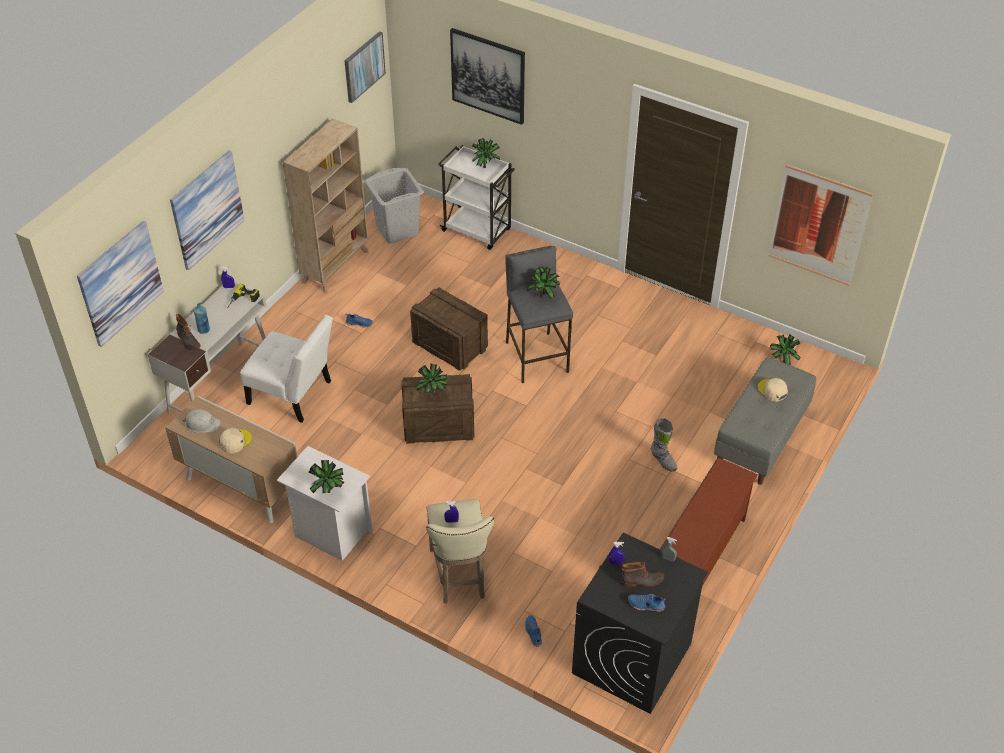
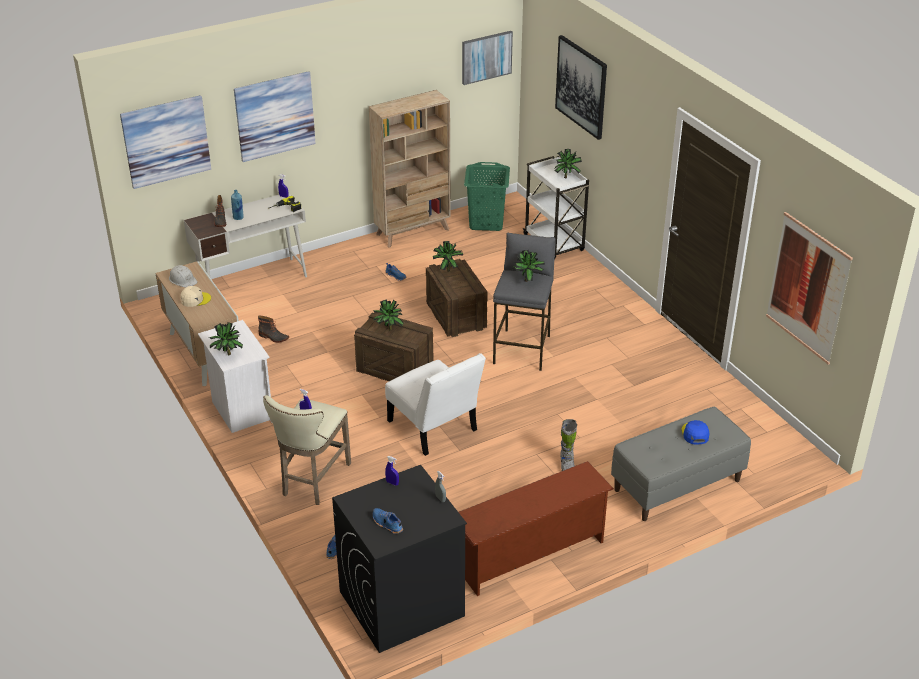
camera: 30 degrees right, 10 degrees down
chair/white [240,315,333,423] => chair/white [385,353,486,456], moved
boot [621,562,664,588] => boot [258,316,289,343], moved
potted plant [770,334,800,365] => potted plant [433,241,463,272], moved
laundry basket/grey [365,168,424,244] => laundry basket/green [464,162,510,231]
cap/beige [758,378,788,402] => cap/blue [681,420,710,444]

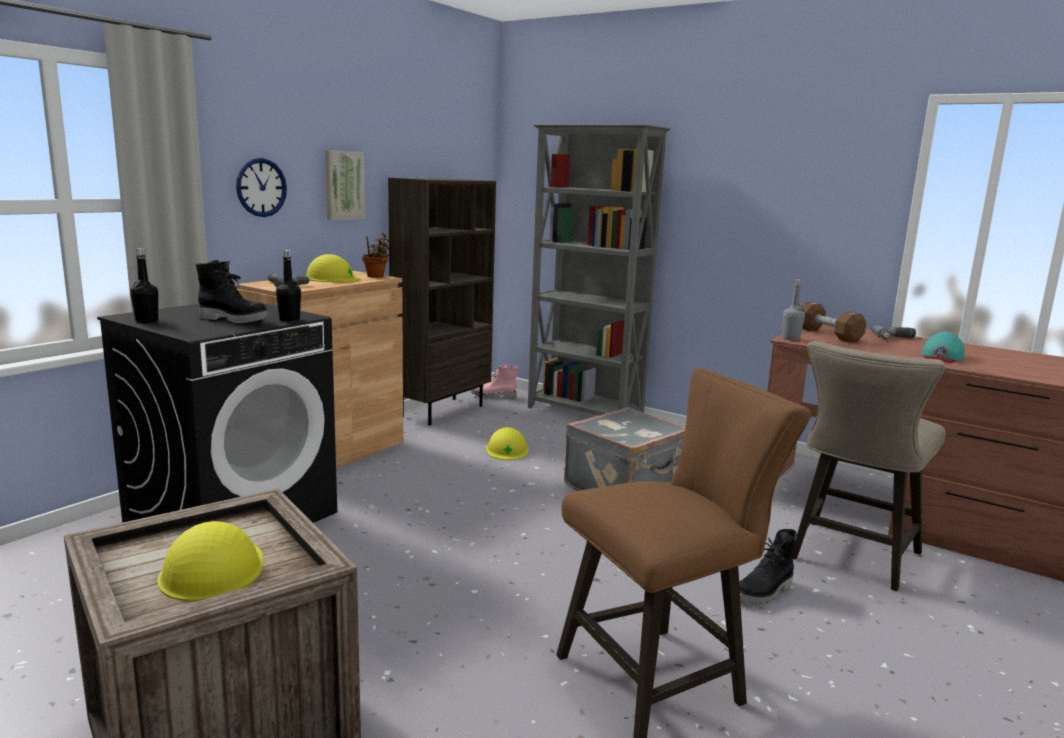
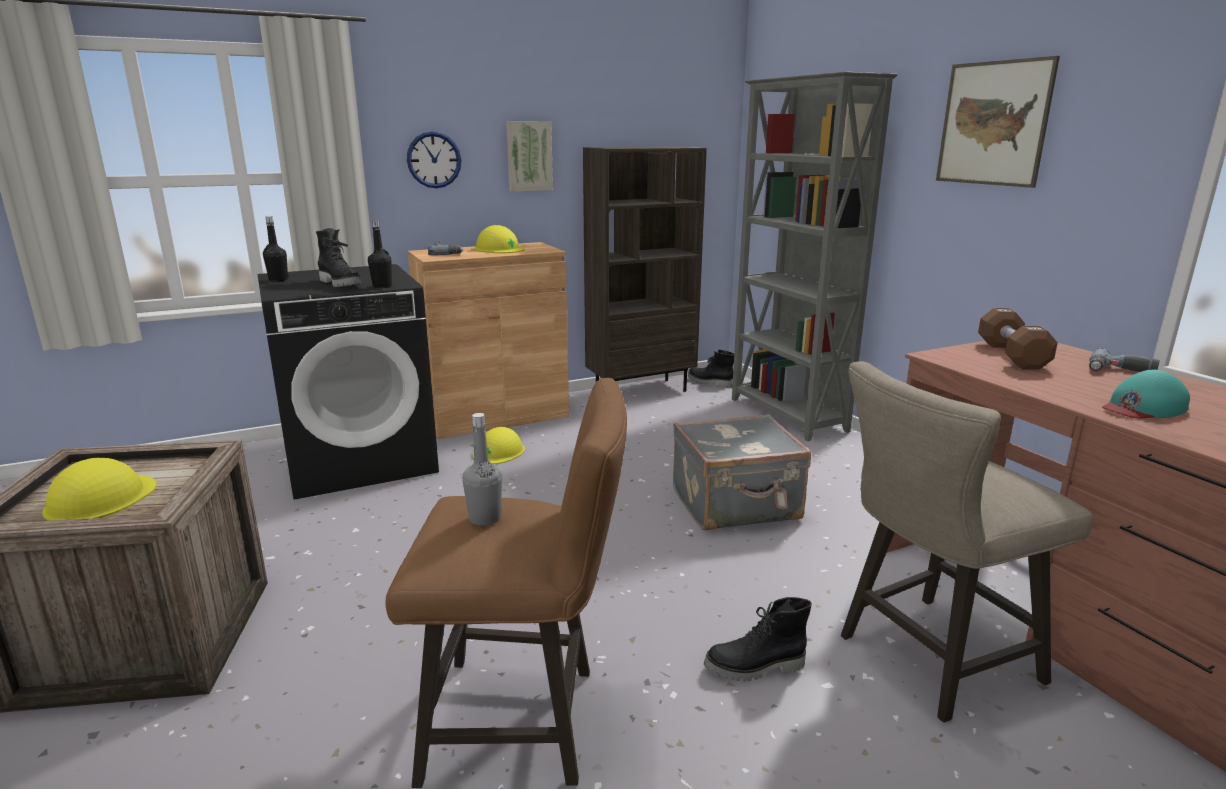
camera: 30 degrees right, 5 degrees up
potted plant [362,233,390,278] => nothing
nothing => picture [936,56,1060,188]
hard hat/yellow [486,427,529,460] => hard hat/yellow [473,427,525,464], moved
bottle/grey [782,279,805,341] => bottle/grey [462,413,502,526], moved
boot/pink [470,364,518,399] => boot/black [688,350,734,388]

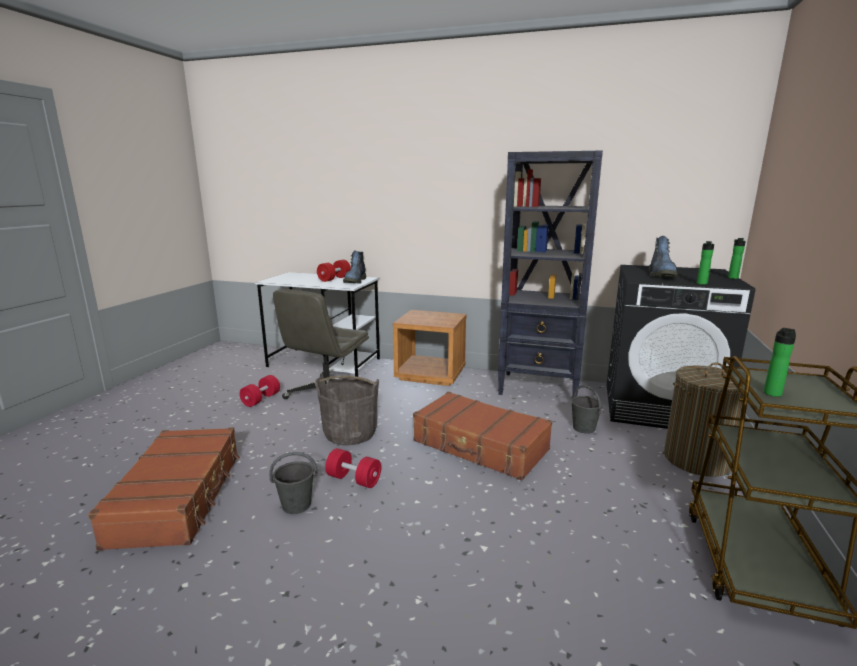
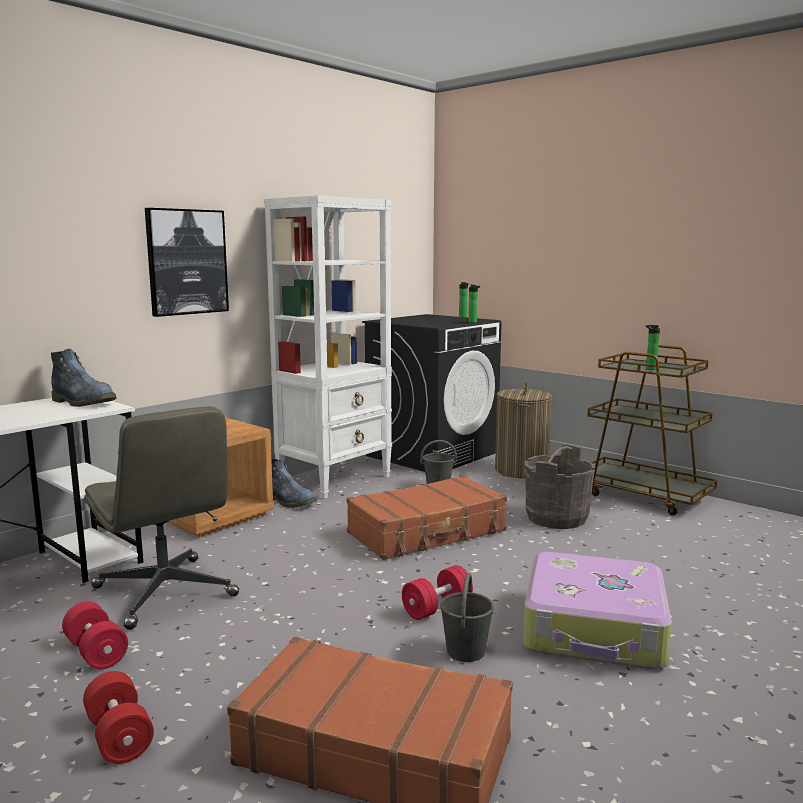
camera: 65 degrees left, 5 degrees down
nothing => picture [145,208,229,317]
nothing => suitcase [523,552,672,669]
bucket/grey [315,375,379,446] => bucket/grey [525,445,595,529], moved
dumbbell/red [317,260,351,282] => dumbbell/red [83,671,154,764], moved
boot [649,236,678,278] => boot [271,459,317,508], moved
bookcase/black [498,150,603,398] => bookcase/white [265,195,392,499]

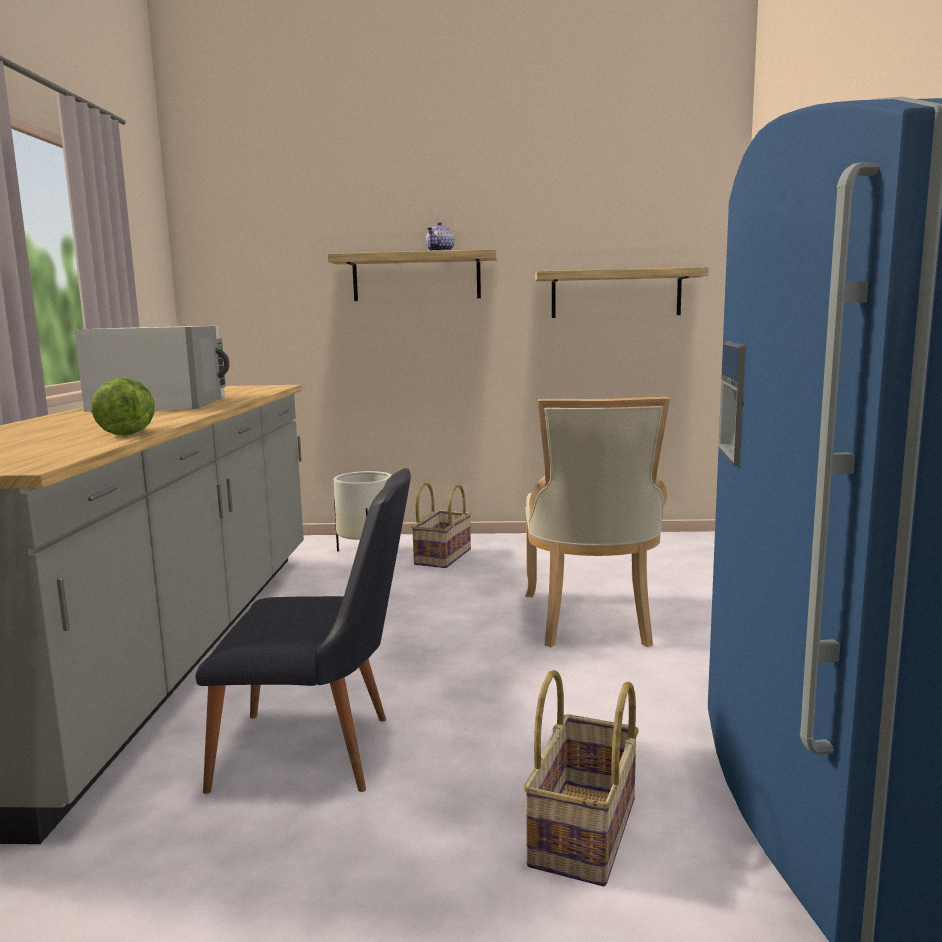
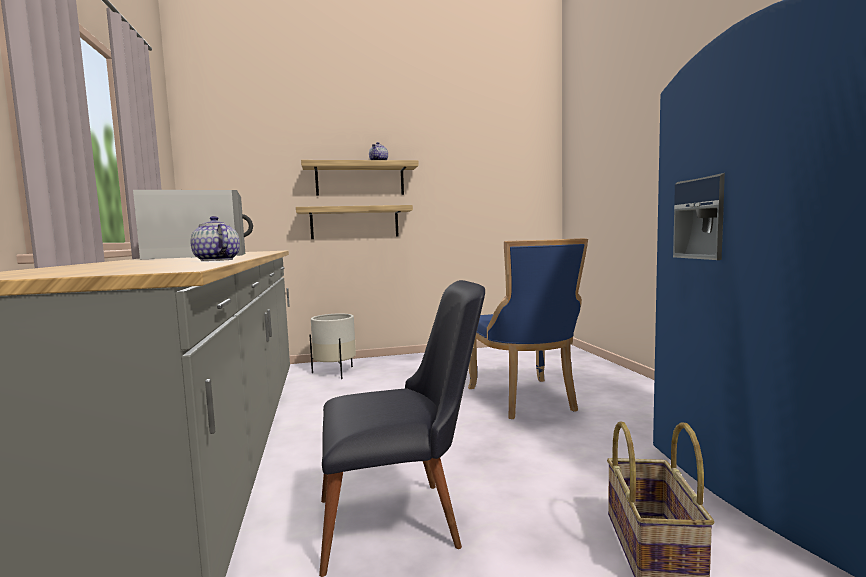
camera: 15 degrees left, 5 degrees down
basket [411,482,471,568] => nothing
shelf [535,267,709,318] => shelf [296,205,413,239], moved
lettuce [91,378,155,435] => teapot [191,216,240,261]
chair/beige [525,397,669,647] => chair/blue [468,238,588,419]

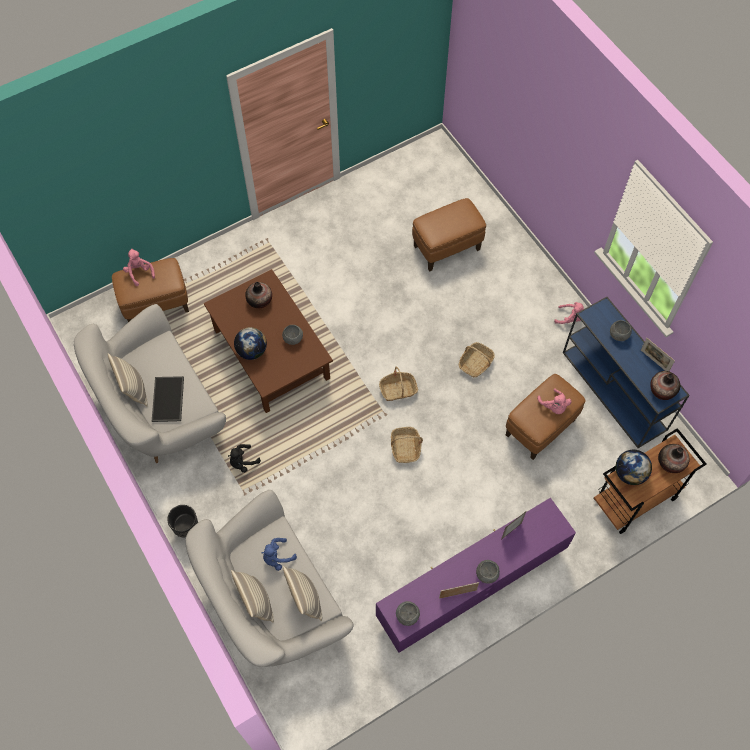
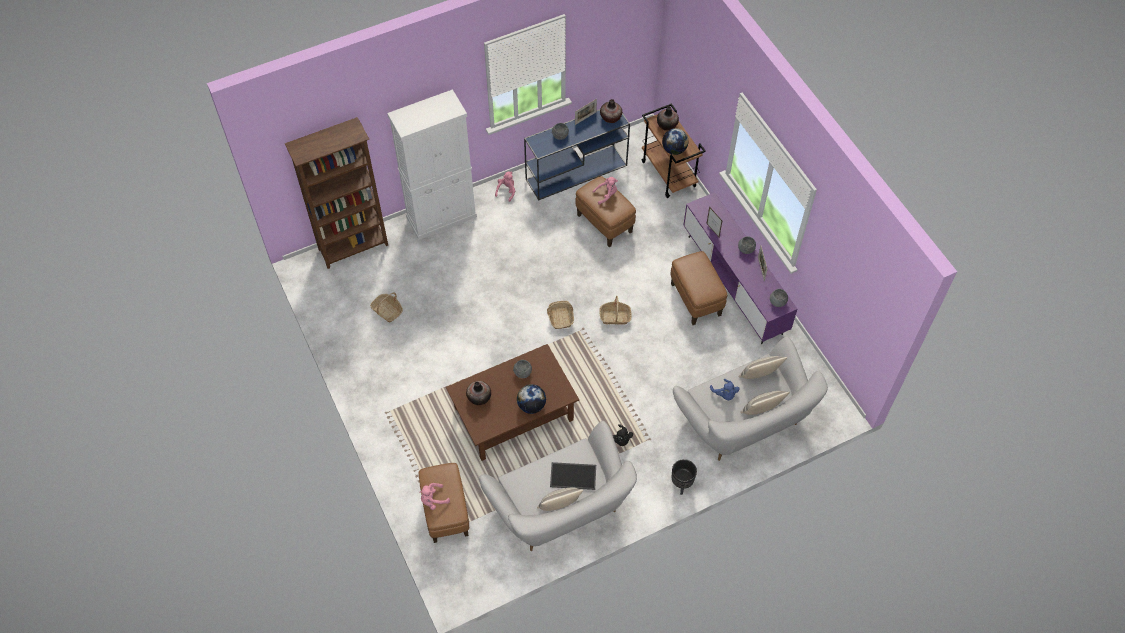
camera: 85 degrees left, 5 degrees down
nothing => bookcase/brown [285,117,388,269]
nothing => cabinet/white [387,89,477,240]
ottoman/brown [412,198,486,271] => ottoman/brown [671,251,727,325], moved
basket [459,342,495,377] => basket [370,292,403,322], moved

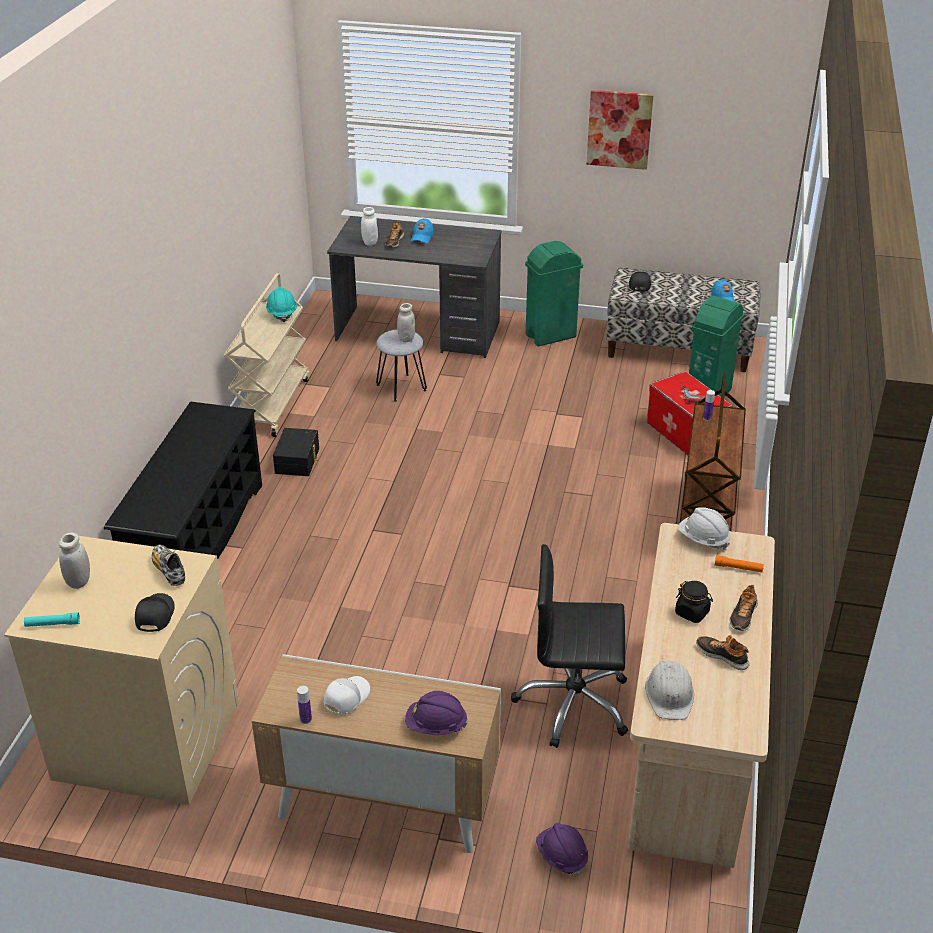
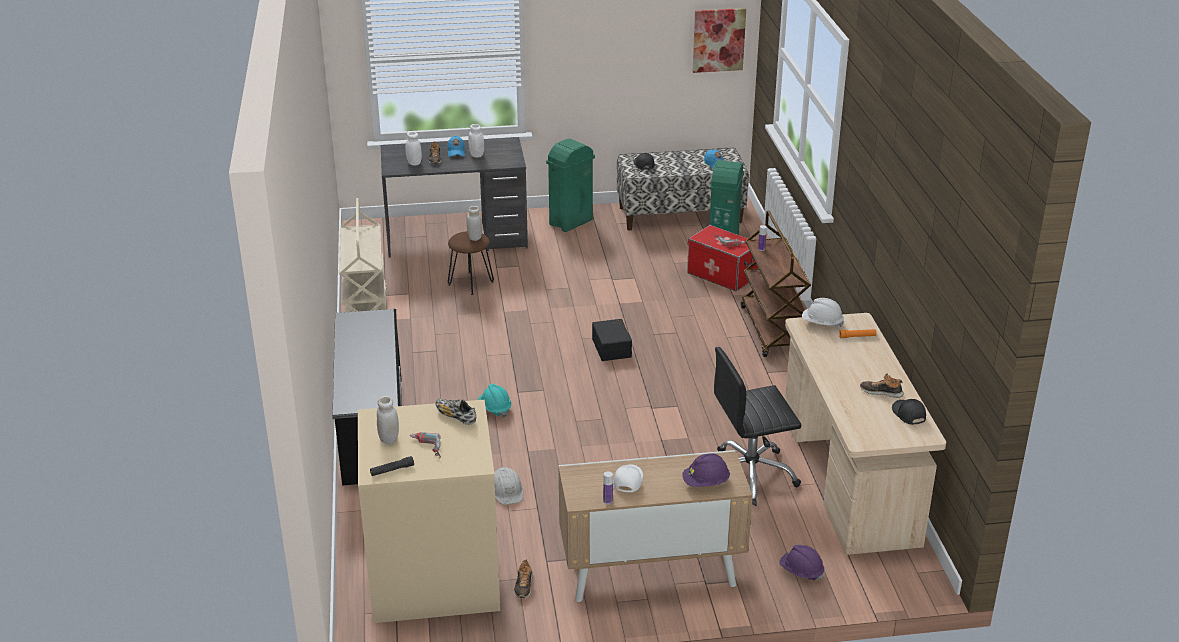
camera: 20 degrees left, 5 degrees down
jar/black [675,581,713,623] => nothing
nothing => power drill [410,432,441,458]
nothing => jar/white [469,124,484,158]
cap/black [135,593,175,632] => cap/black [892,399,926,425], moved
hard hat/turquoise [266,287,297,322] => hard hat/turquoise [478,384,511,417], moved
storage box/black [273,428,319,476] => storage box/black [592,319,632,361], moved
picture [586,90,654,170] => picture [693,8,746,73], moved
hard hat/white [645,660,694,720] => hard hat/white [494,467,523,505], moved
shoe [730,585,758,631] => shoe [514,559,533,598], moved
flashlight/turquoise [24,612,80,627] => flashlight/black [370,456,414,476]
stool/grey [376,329,427,402] => stool/brown [448,231,494,295]

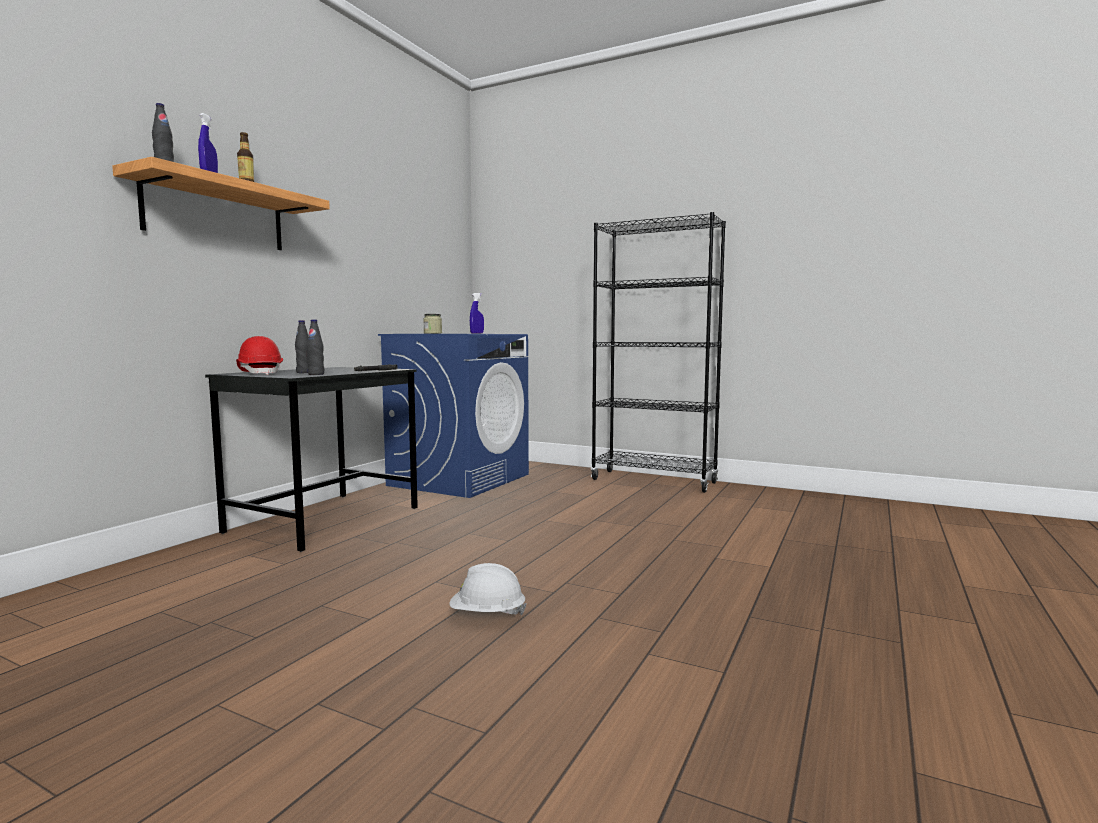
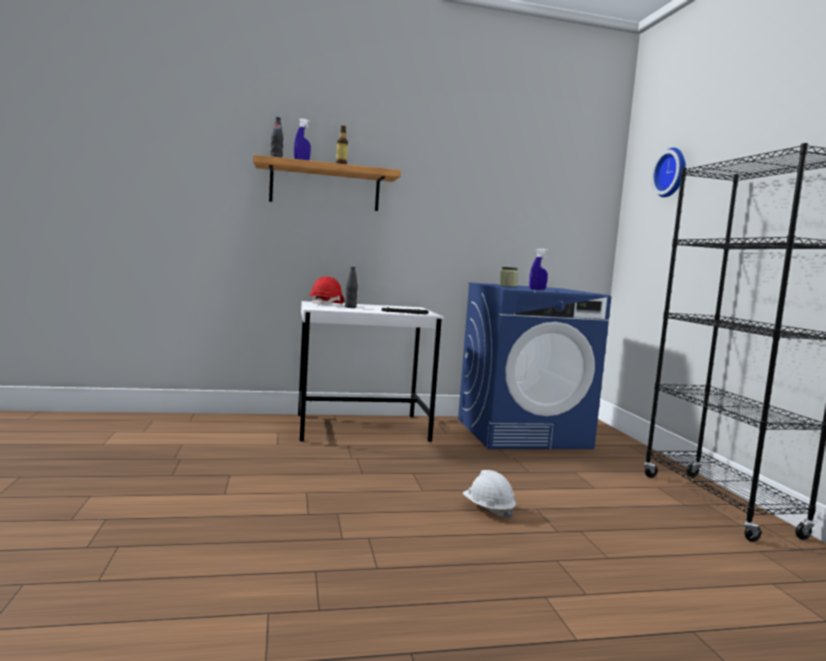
camera: 50 degrees right, 0 degrees up
bottle/black [307,319,324,375] => nothing
nothing => wall clock [651,148,686,197]
hard hat/white [449,563,527,615] => hard hat/white [463,470,516,520], moved
desk/black [205,367,418,552] => desk/white [298,301,444,442]

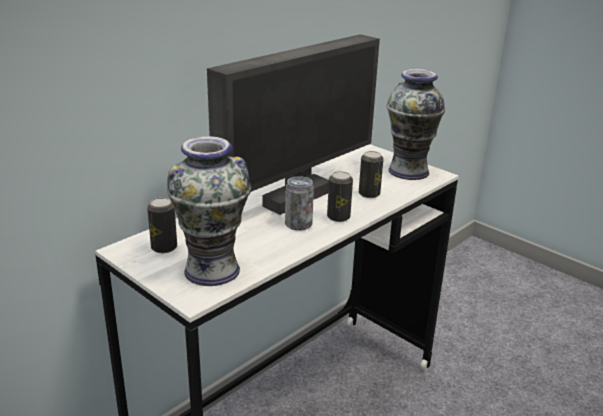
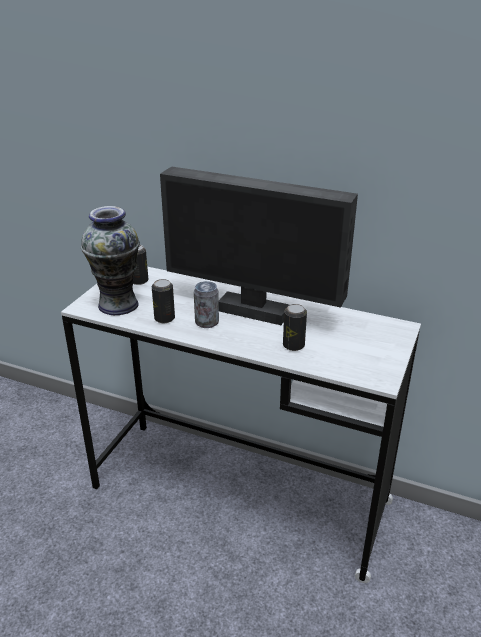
camera: 70 degrees right, 5 degrees up
vase [387,69,445,180] => nothing
can [327,171,353,222] => can [152,279,175,323], moved

